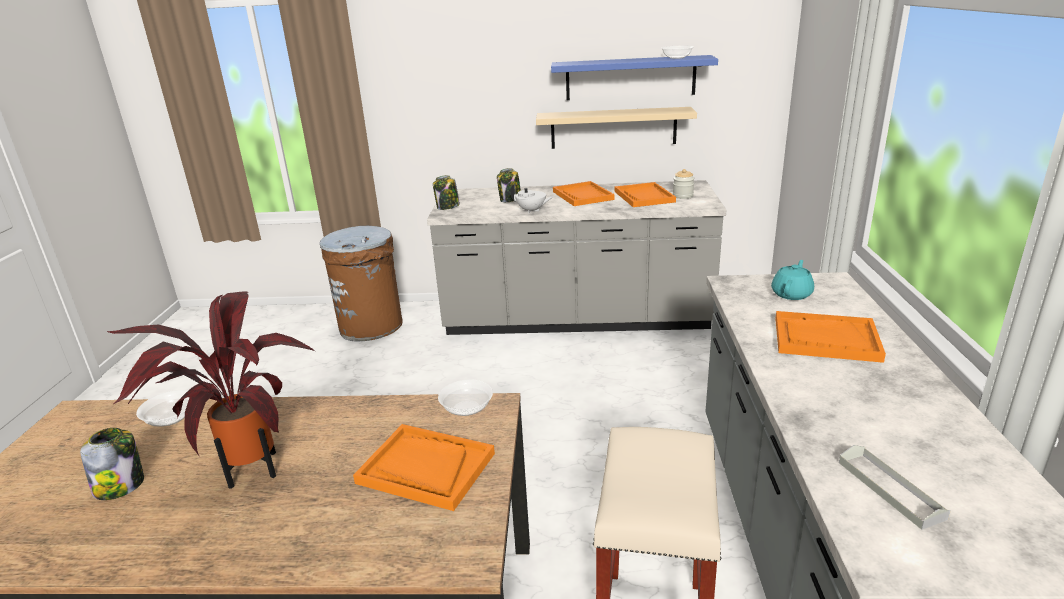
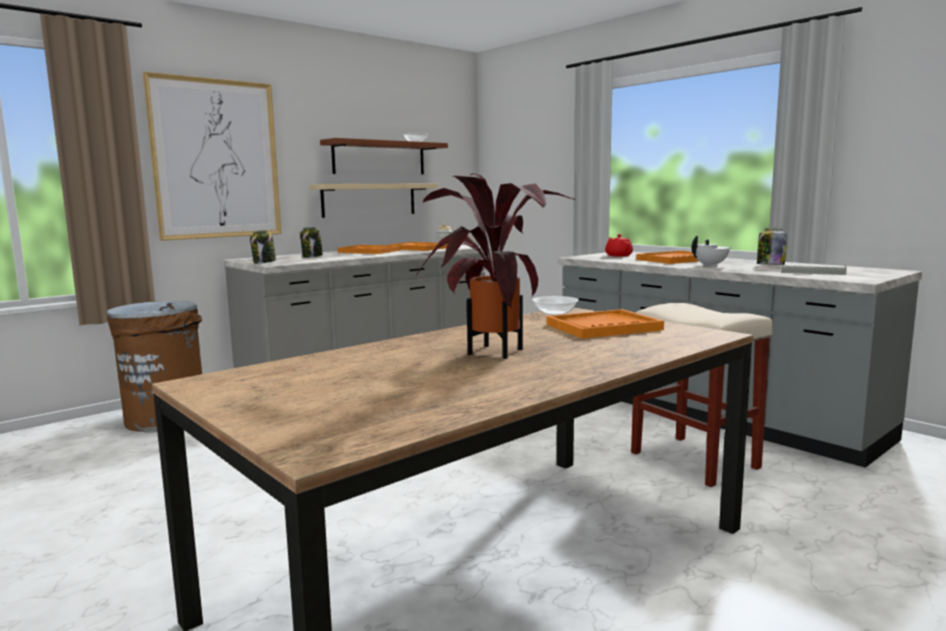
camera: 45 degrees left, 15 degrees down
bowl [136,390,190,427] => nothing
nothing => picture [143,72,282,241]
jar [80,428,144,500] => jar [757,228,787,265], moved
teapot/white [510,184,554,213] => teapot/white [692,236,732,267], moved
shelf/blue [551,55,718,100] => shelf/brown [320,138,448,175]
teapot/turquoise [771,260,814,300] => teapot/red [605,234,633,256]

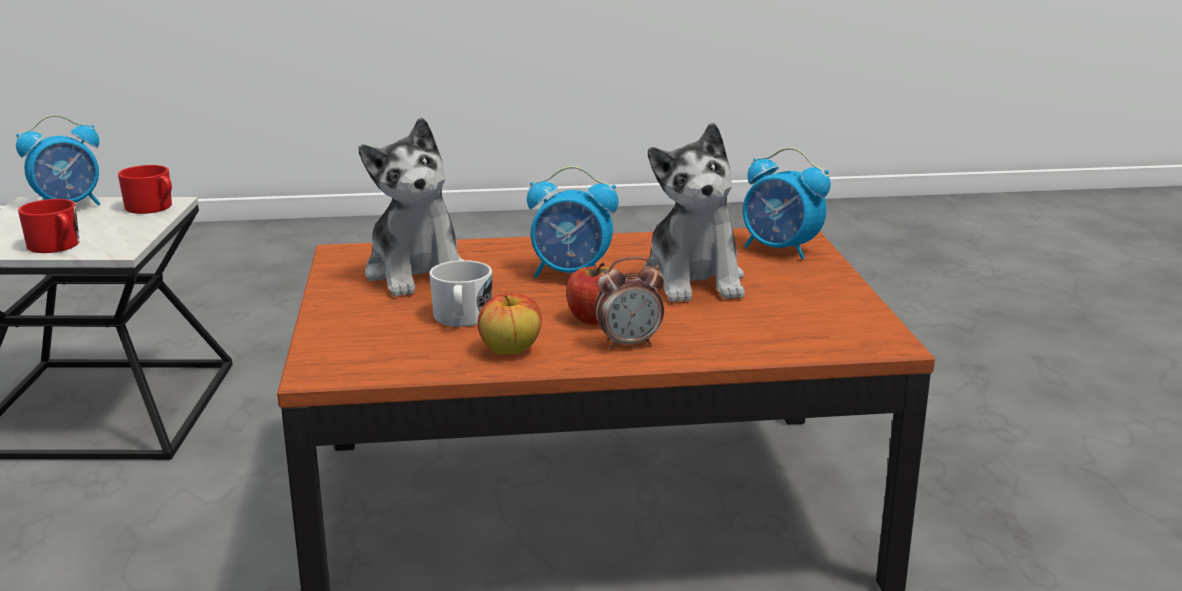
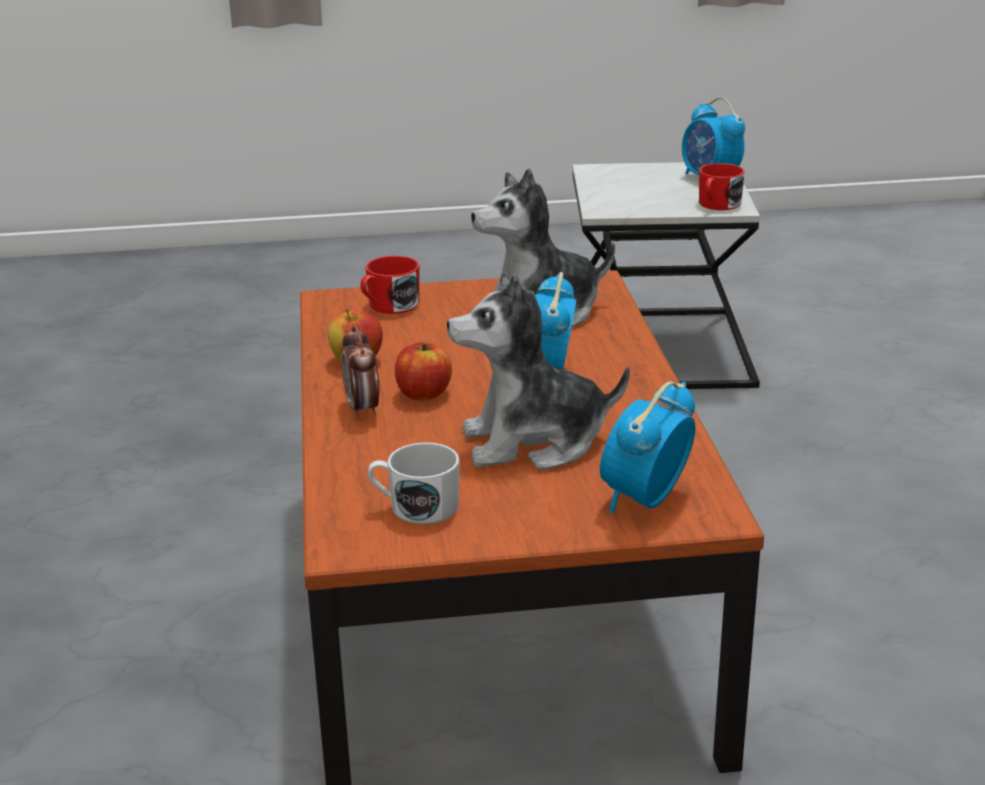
camera: 90 degrees right, 5 degrees up
mug/red [18,199,80,253] => mug/red [360,256,420,314], moved
mug/white [429,260,492,327] => mug/white [368,442,460,524], moved

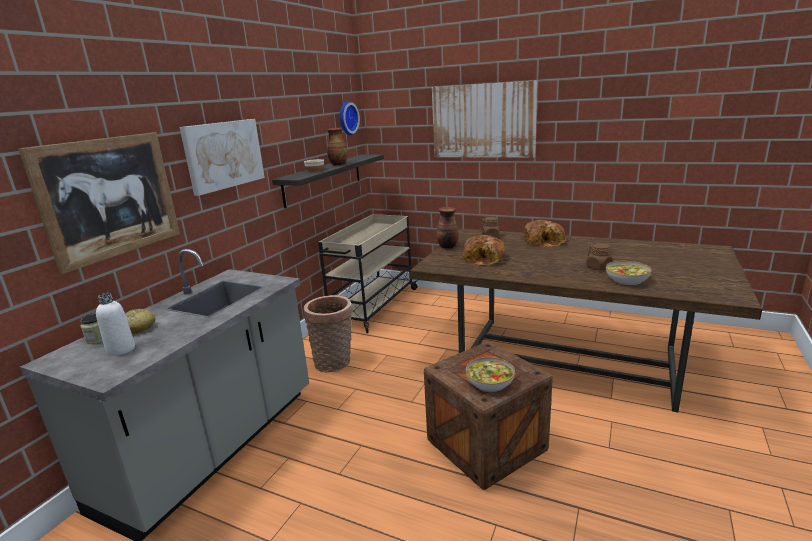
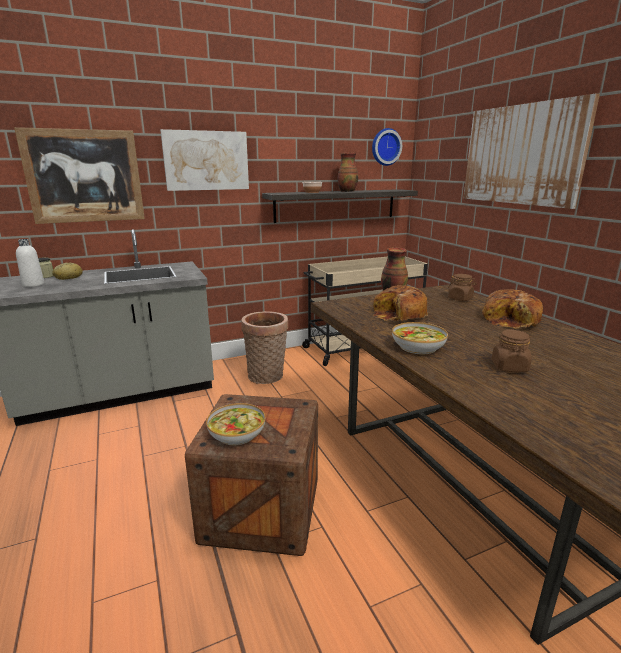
camera: 40 degrees right, 0 degrees up
bowl [606,261,651,285] => bowl [392,322,448,355], moved

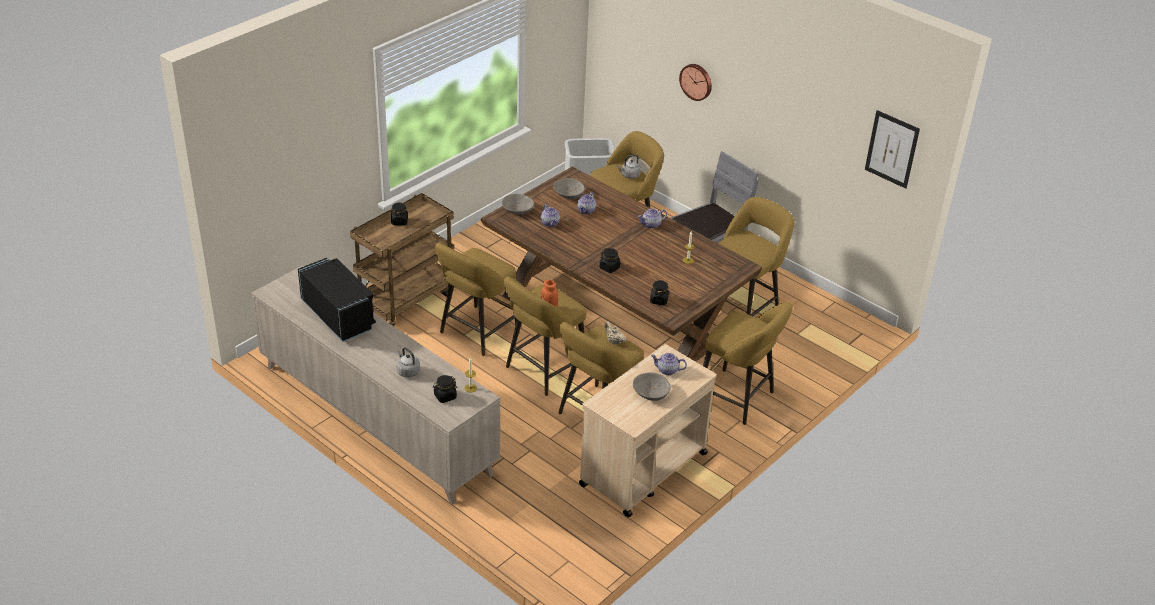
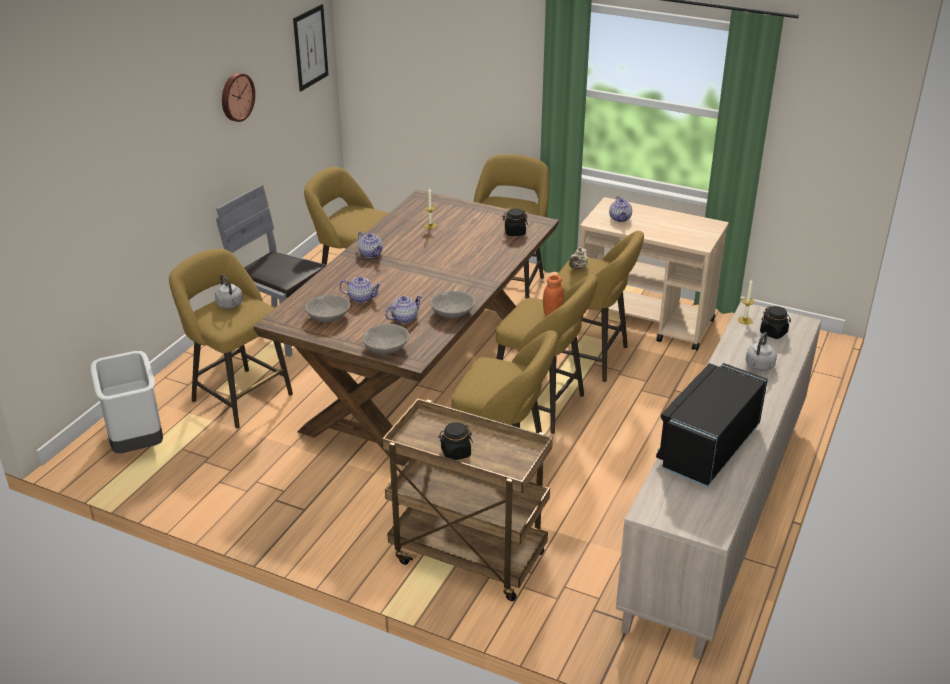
camera: 105 degrees left, 5 degrees down
jar/black [599,248,620,273] => nothing
bowl/grey [633,372,671,401] => bowl/grey [430,291,475,318], moved
wall clock [679,64,712,101] => wall clock [222,73,255,122], moved

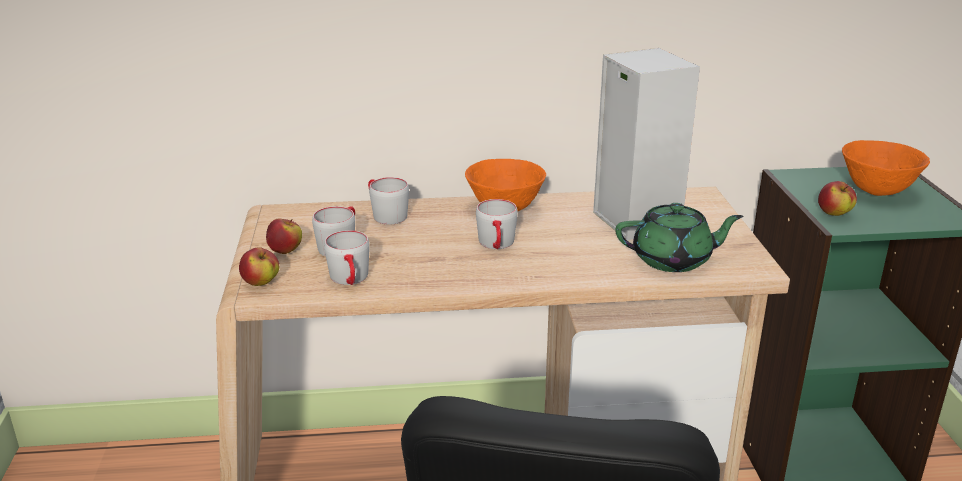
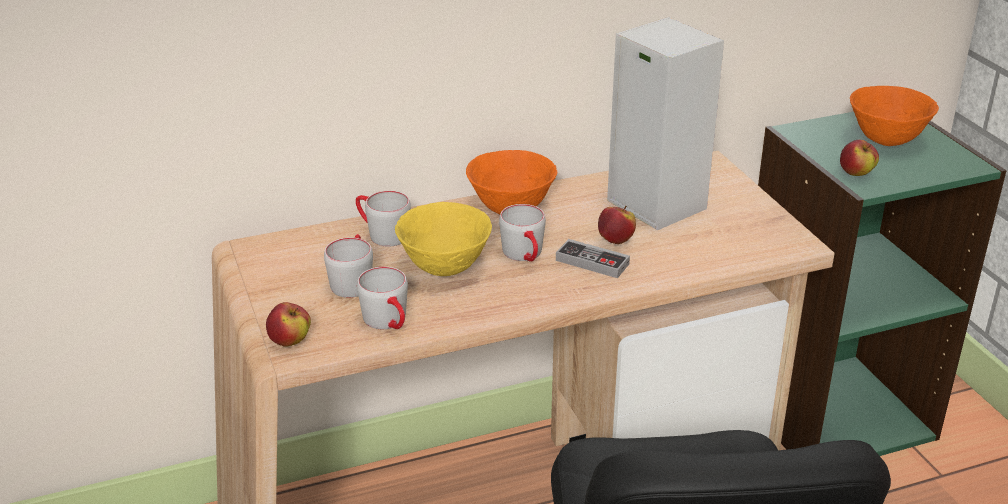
camera: 15 degrees left, 5 degrees up
teapot/green [615,203,744,272] => nothing
nothing => bowl/yellow [395,202,492,276]
nothing => game controller [556,239,630,278]
apple [266,218,302,254] => apple [598,206,636,244], moved

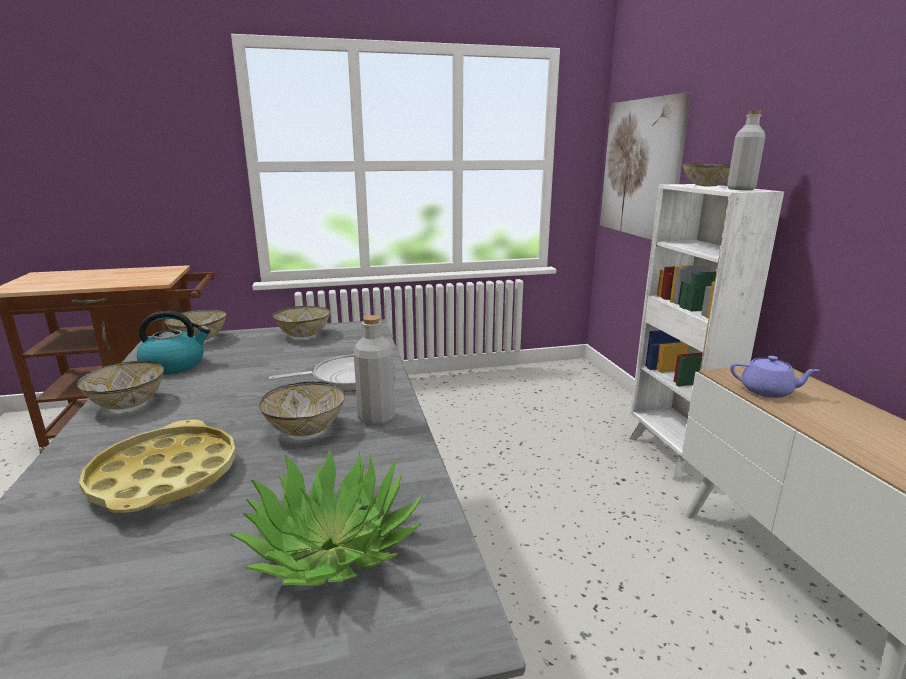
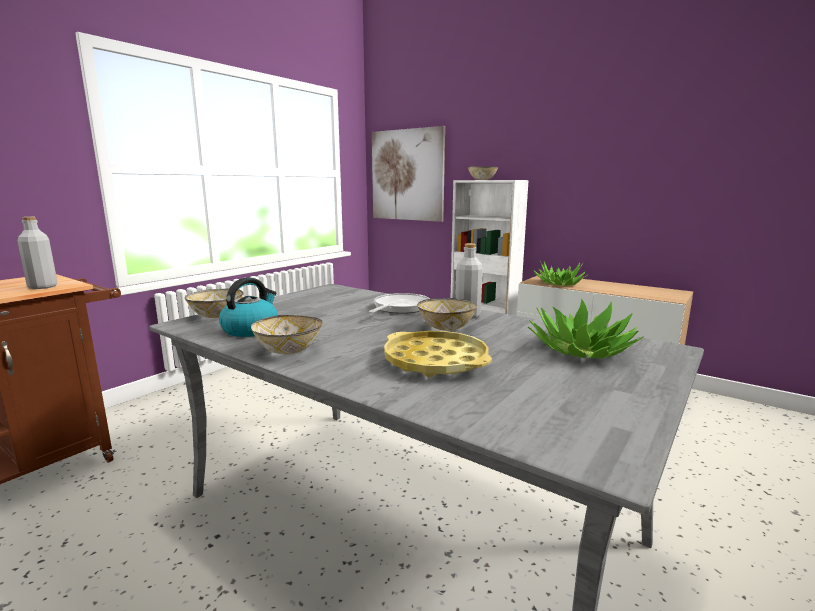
camera: 40 degrees left, 5 degrees down
bowl [273,306,330,337] => nothing
bottle/grey [727,110,765,190] => bottle/grey [17,217,57,289], moved
teapot/purple [730,356,820,398] => potted plant [534,261,588,286]

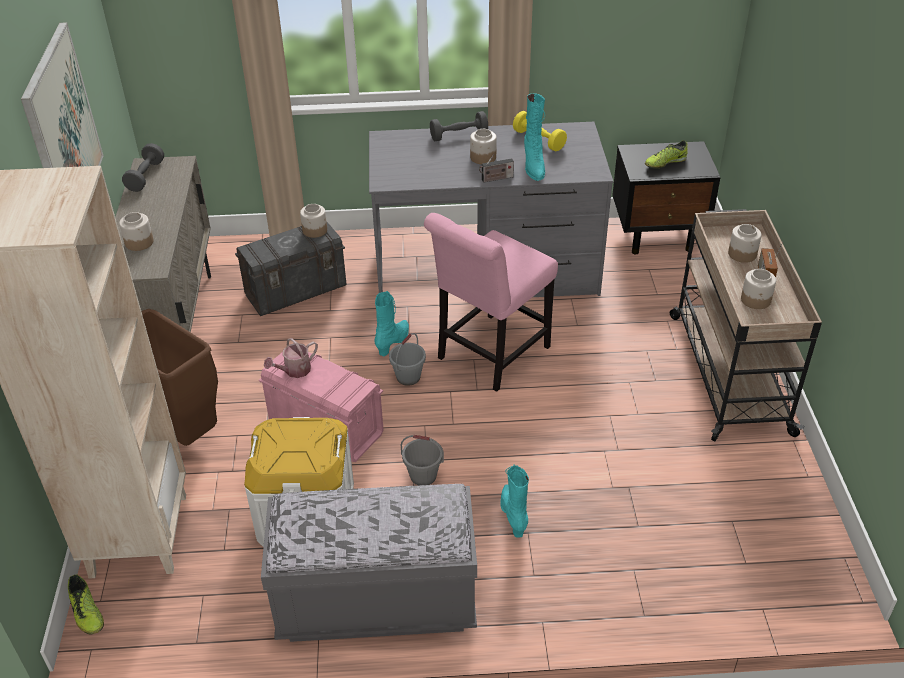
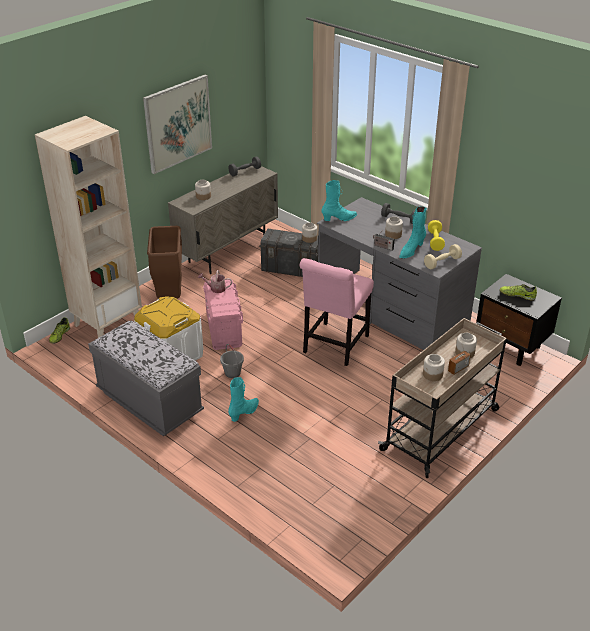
camera: 45 degrees right, 5 degrees down
bucket/grey [389,333,426,386] => nothing
nothing => dumbbell/beige [424,244,462,269]
boot/turquoise [374,291,409,356] => boot/turquoise [321,180,357,221], moved
chair/pink [424,213,558,392] => chair/pink [300,258,374,366], 60 degrees counterclockwise

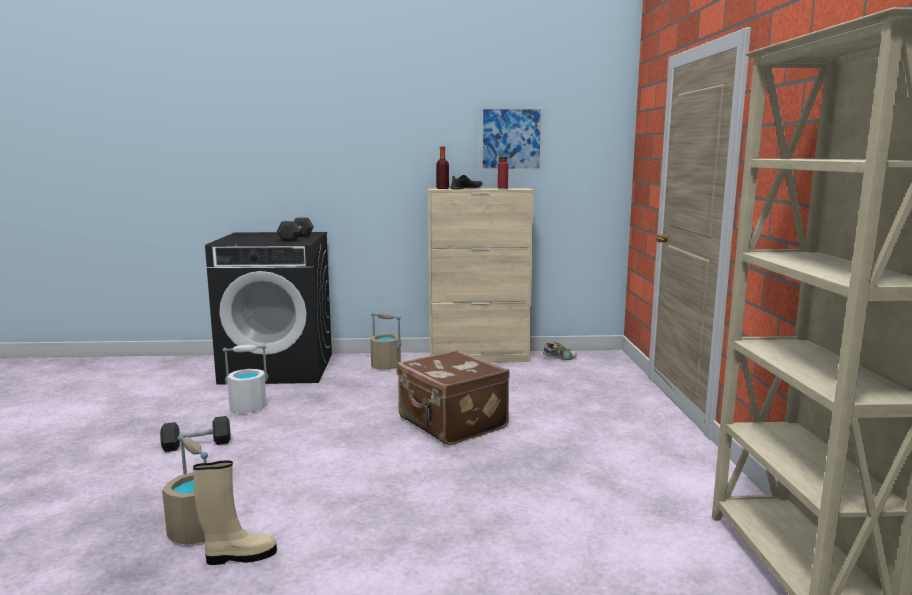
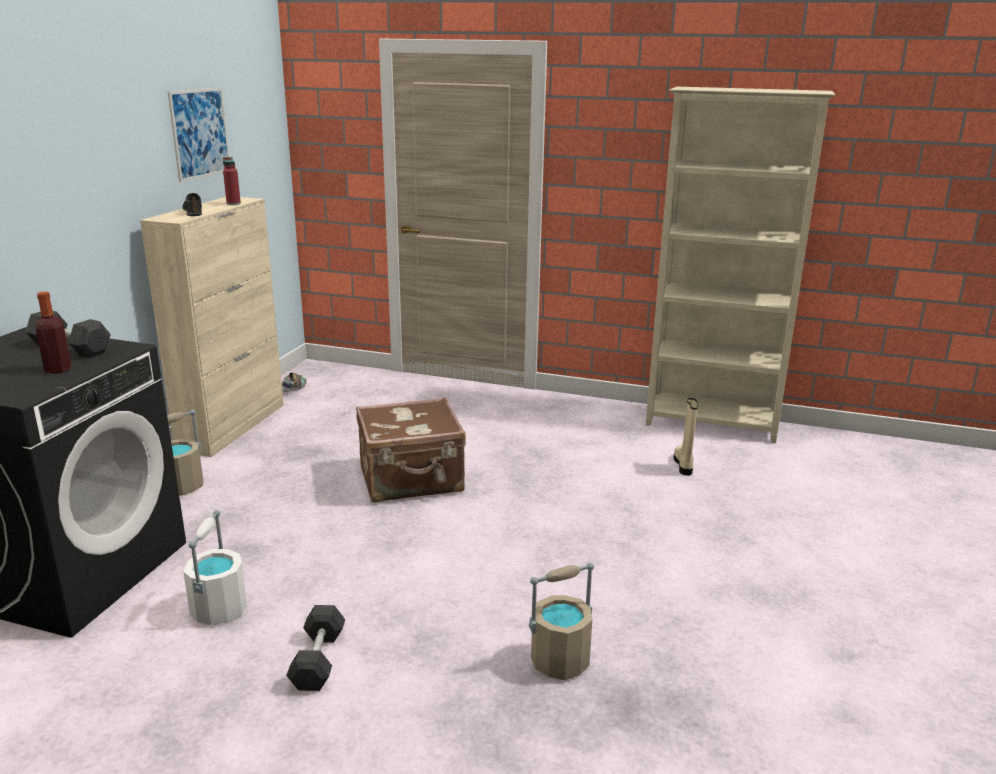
camera: 70 degrees left, 10 degrees up
boot/beige [193,461,277,565] => boot/beige [673,398,698,476], moved
bottle [436,146,449,189] => bottle [36,292,71,373], moved

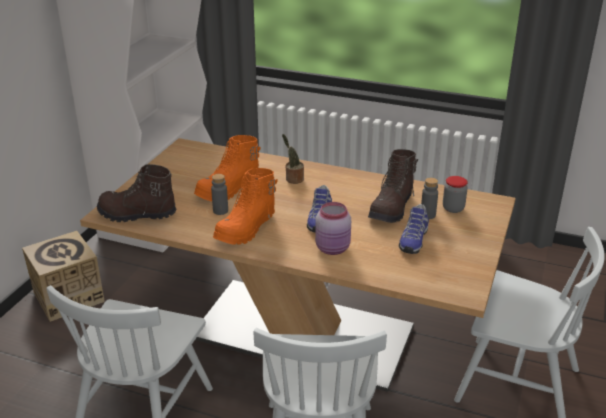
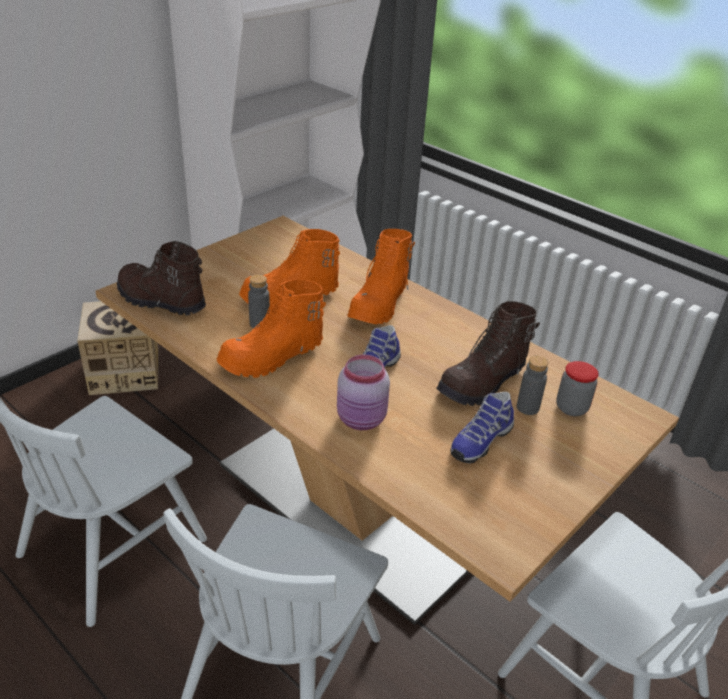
camera: 20 degrees right, 5 degrees up
potted plant [282,134,304,184] => boot/orange [347,229,415,324]

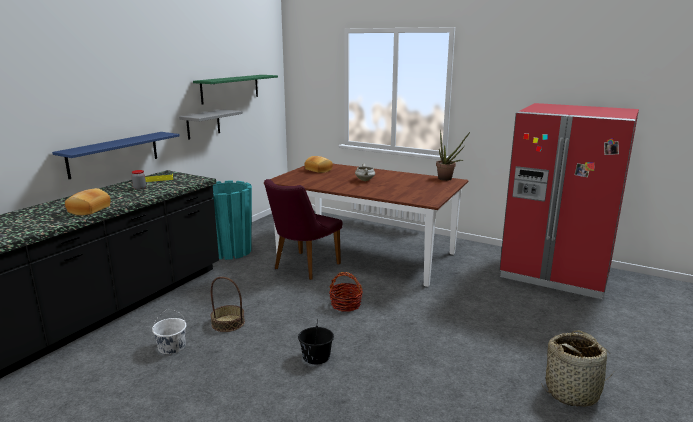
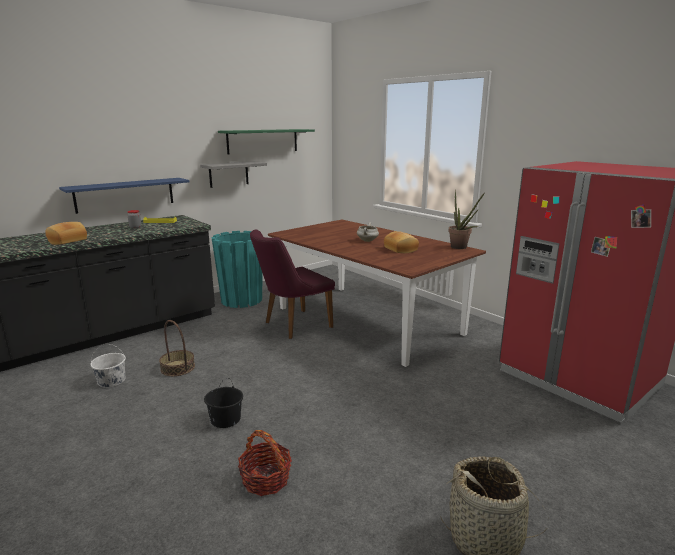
camera: 20 degrees right, 0 degrees up
bread [304,156,333,173] => bread [384,231,419,253], moved
basket [329,272,363,312] => basket [238,430,292,496], moved

